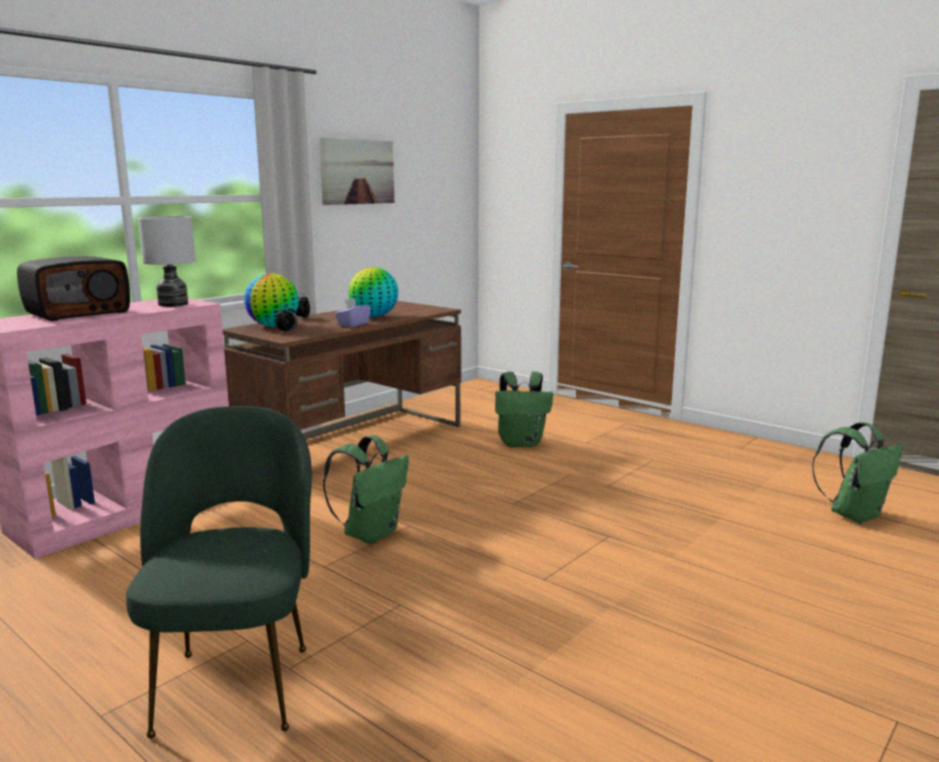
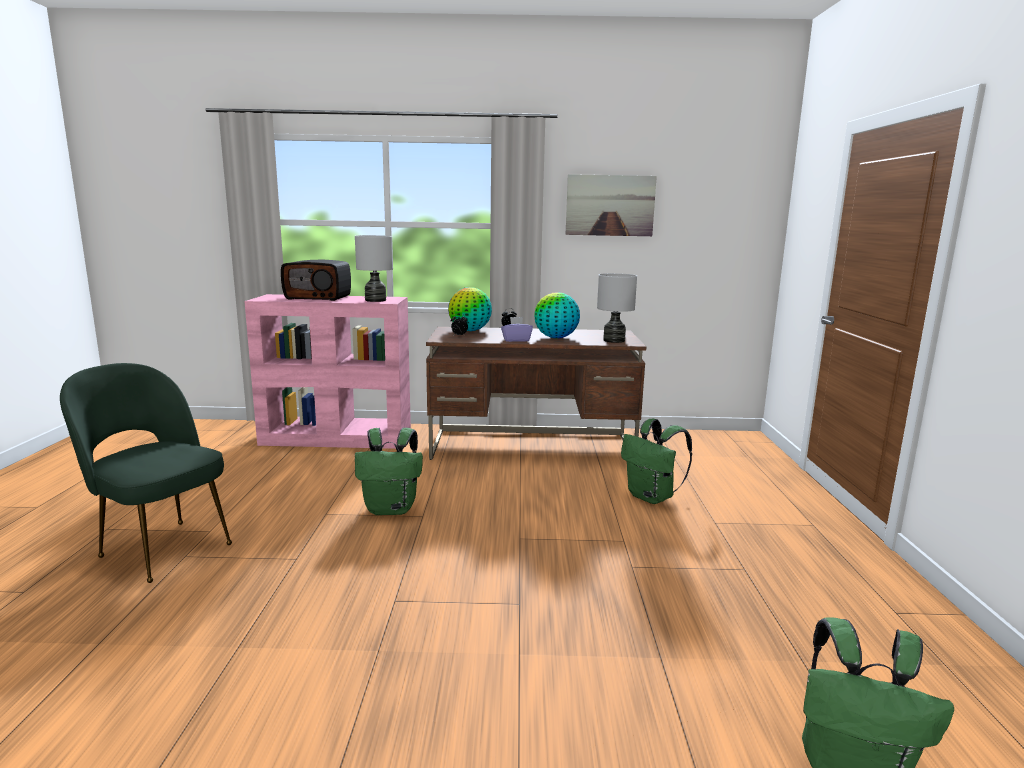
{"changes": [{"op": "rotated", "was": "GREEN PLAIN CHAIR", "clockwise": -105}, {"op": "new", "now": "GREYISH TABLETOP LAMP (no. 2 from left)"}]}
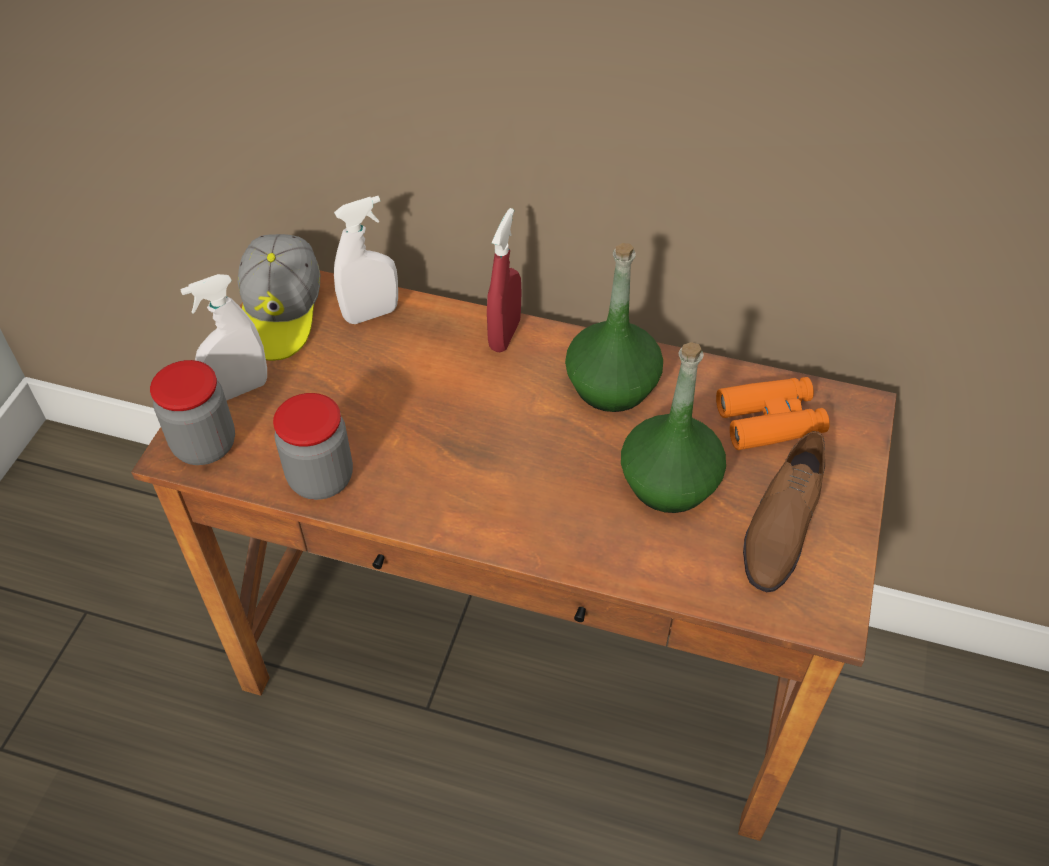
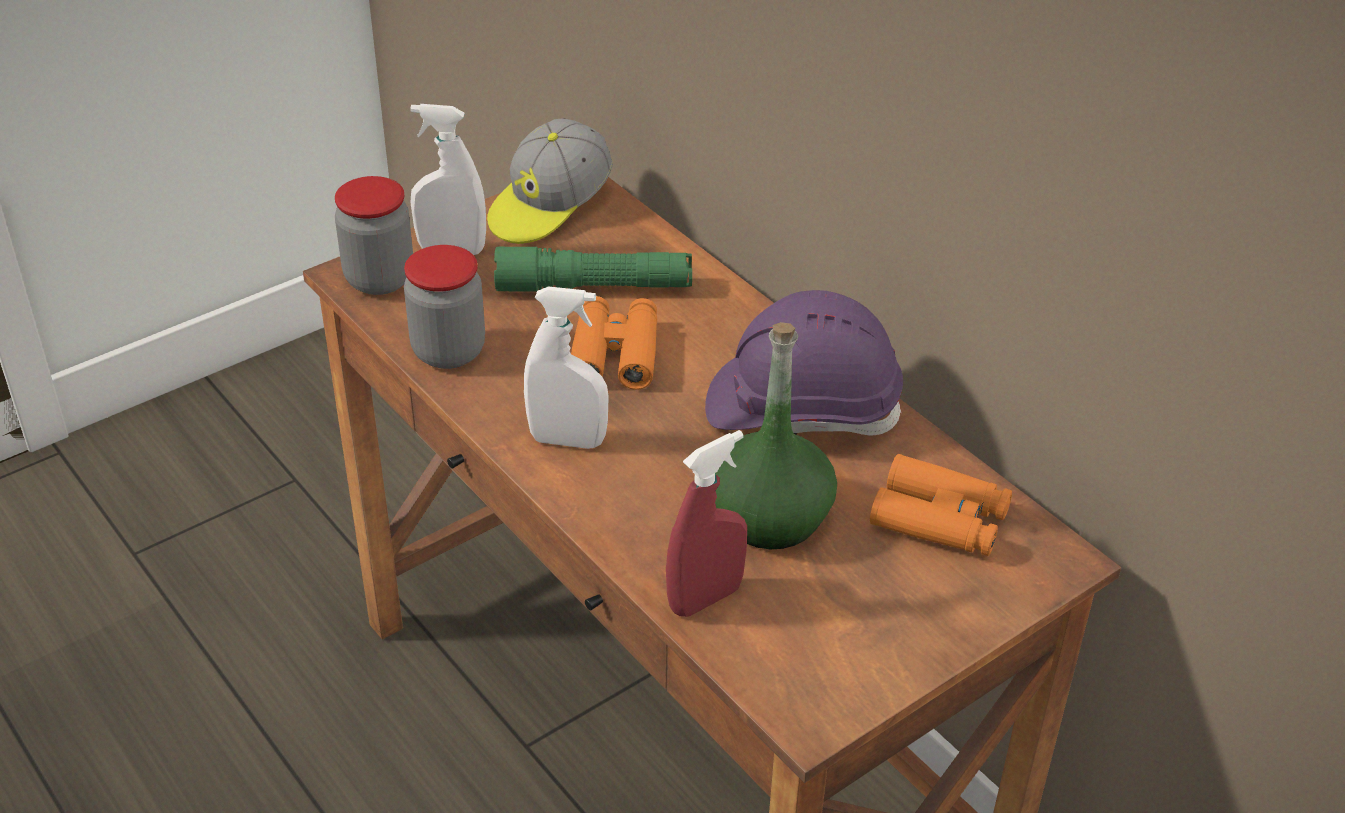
{"changes": [{"op": "new", "now": "GREEN FLASHLIGHT"}, {"op": "shifted", "was": "WHITISH SPRAYER (no. 2 from left)"}, {"op": "new", "now": "ORANGE-COLOURED BINOCULARS (no. 1 from left)"}, {"op": "shifted", "was": "RED SPRAYER"}, {"op": "swapped", "was": "GREEN BEVERAGE BOTTLE (no. 1 from left)", "now": "PURPLE-COLOURED SAFETY HELMET"}, {"op": "gone", "was": "BROWN ITEM OF FOOTWEAR"}]}
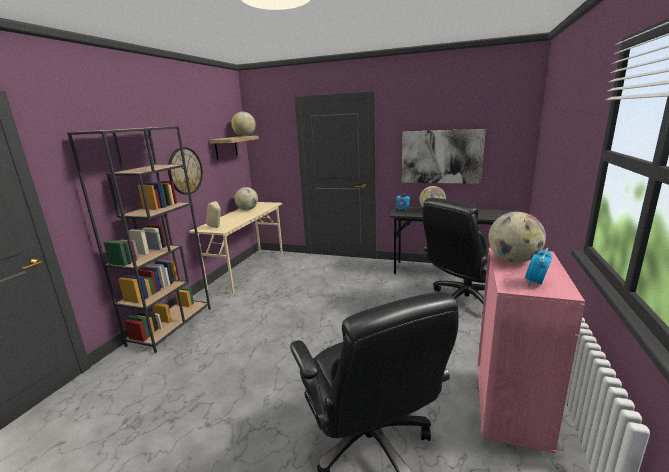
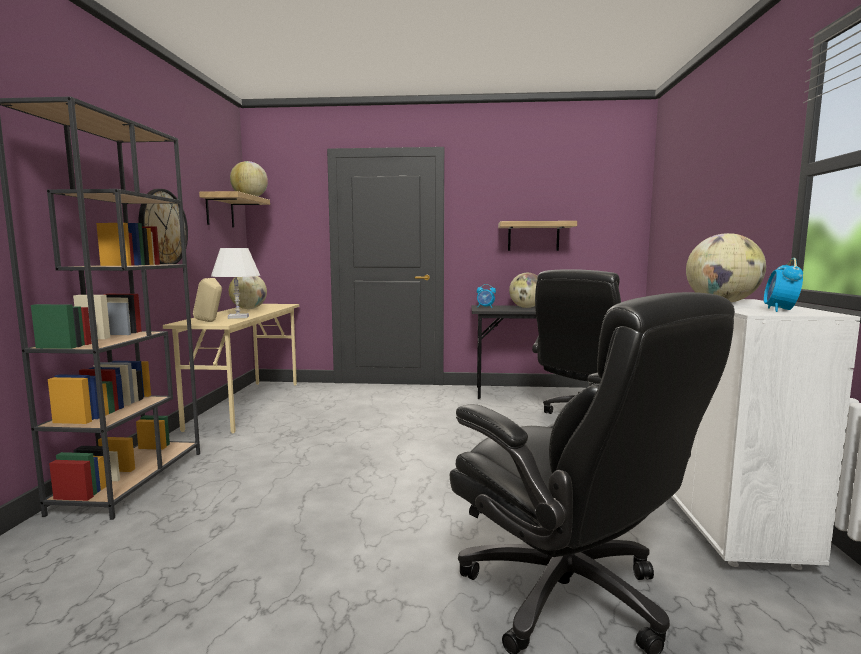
{"changes": [{"op": "new", "now": "WHITISH TABLETOP LAMP"}, {"op": "swapped", "was": "WALL PICTURE", "now": "SHELF (no. 2 from left)"}, {"op": "repainted", "was": "PINKISH STORAGE CABINET", "now": "WHITISH STORAGE CABINET"}]}
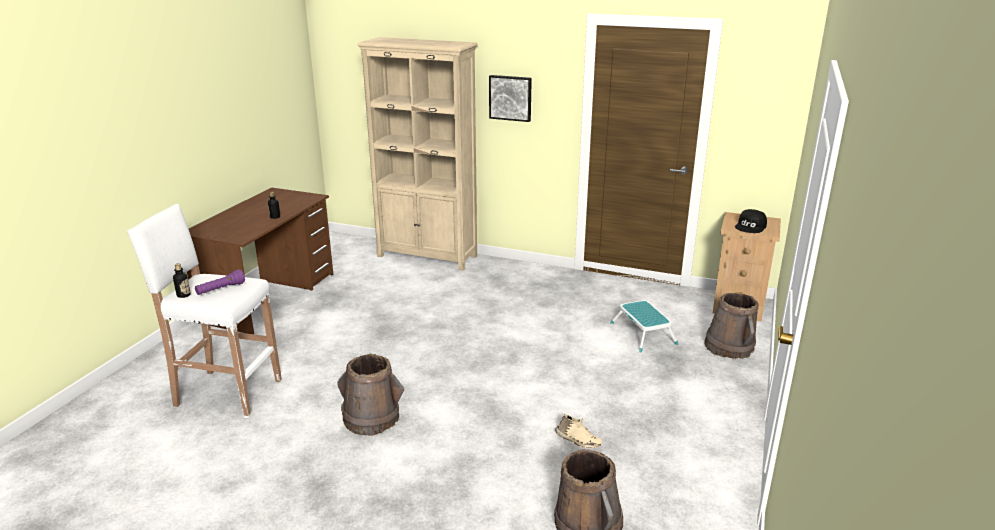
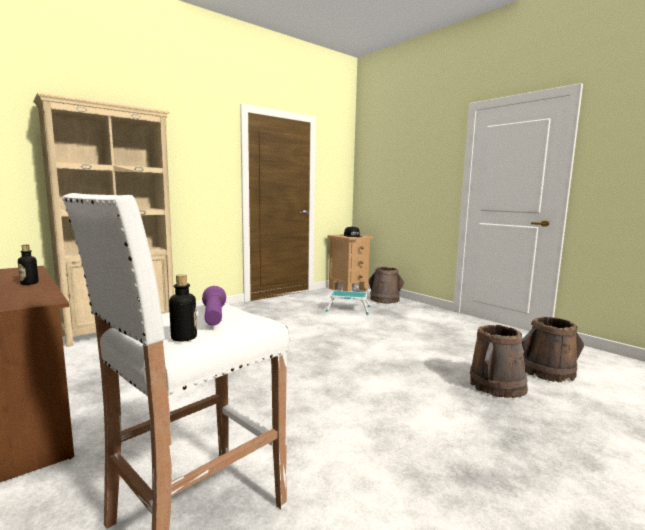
{"changes": [{"op": "shifted", "was": "BROWN PAIL (no. 1 from left in the first image)", "now": "BROWN PAIL (no. 2 from left)"}, {"op": "gone", "was": "WALL PICTURE"}, {"op": "gone", "was": "SAND-COLOURED ITEM OF FOOTWEAR"}]}
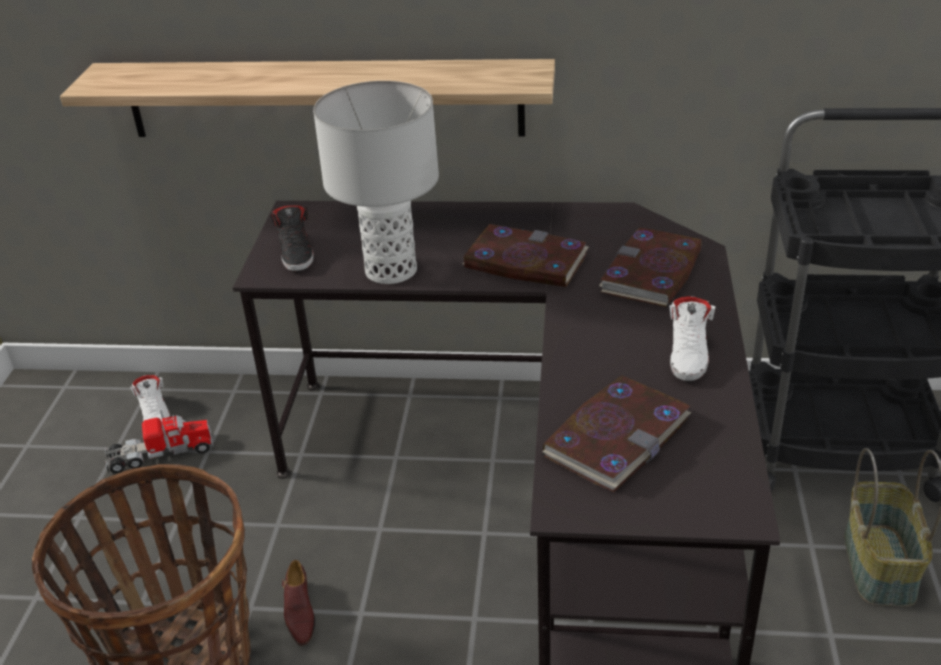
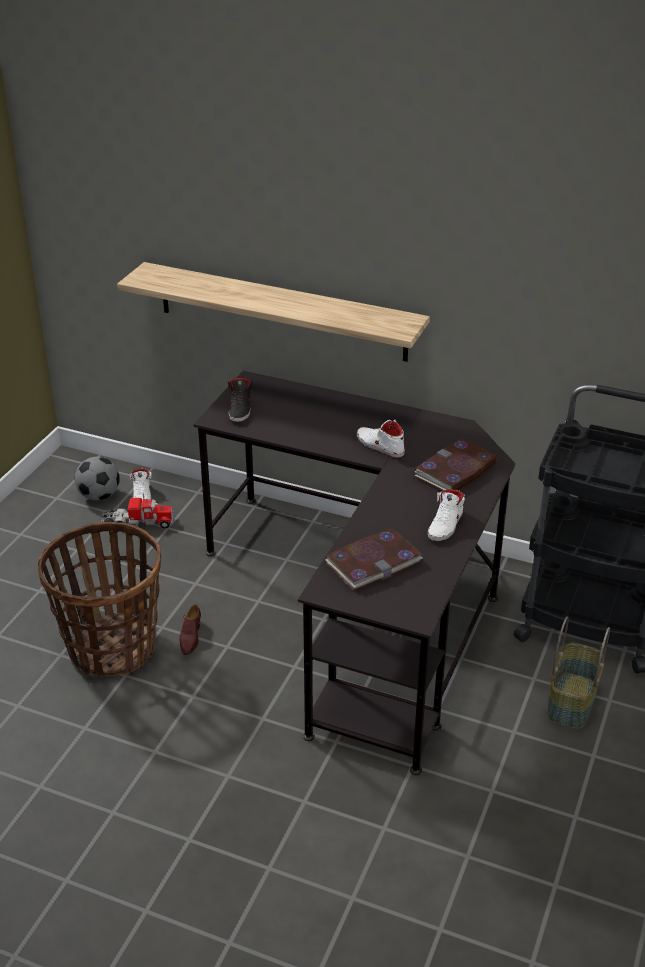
{"changes": [{"op": "new", "now": "BALL FOR FOOTBALL"}, {"op": "swapped", "was": "VOLUME (no. 1 from left)", "now": "WHITISH ITEM OF FOOTWEAR (no. 2 from left)"}, {"op": "gone", "was": "WHITISH TABLETOP LAMP"}]}
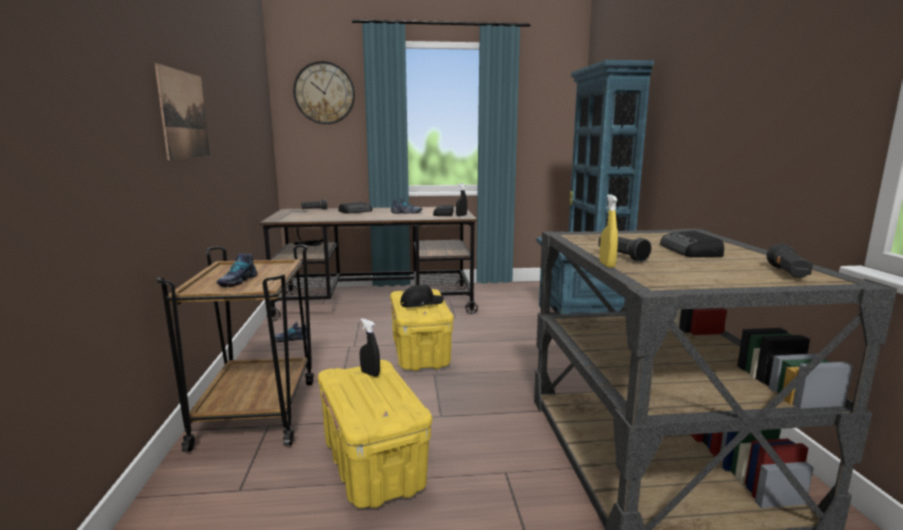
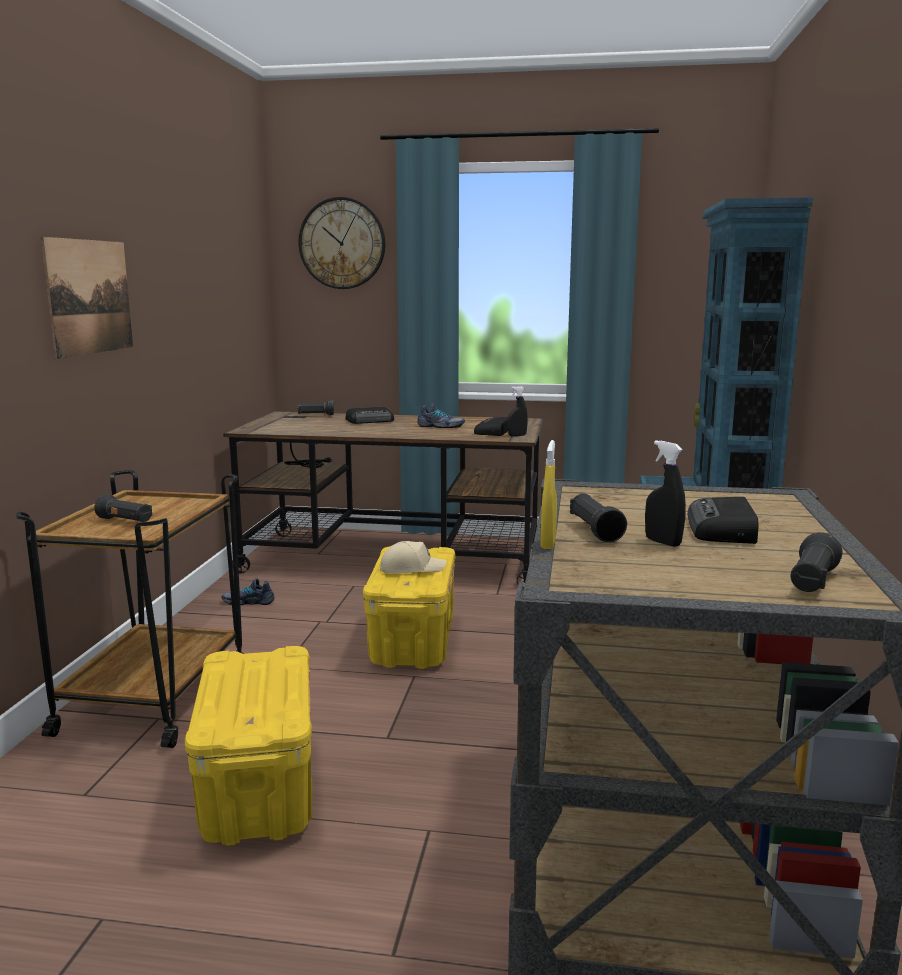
{"changes": [{"op": "swapped", "was": "ITEM OF FOOTWEAR (no. 1 from left)", "now": "BLACK FLASHLIGHT (no. 1 from left)"}, {"op": "repainted", "was": "BLACK PEAKED CAP", "now": "SAND-COLOURED PEAKED CAP"}, {"op": "shifted", "was": "BLACK SPRAYER (no. 1 from left in the first image)", "now": "BLACK SPRAYER (no. 2 from left)"}]}
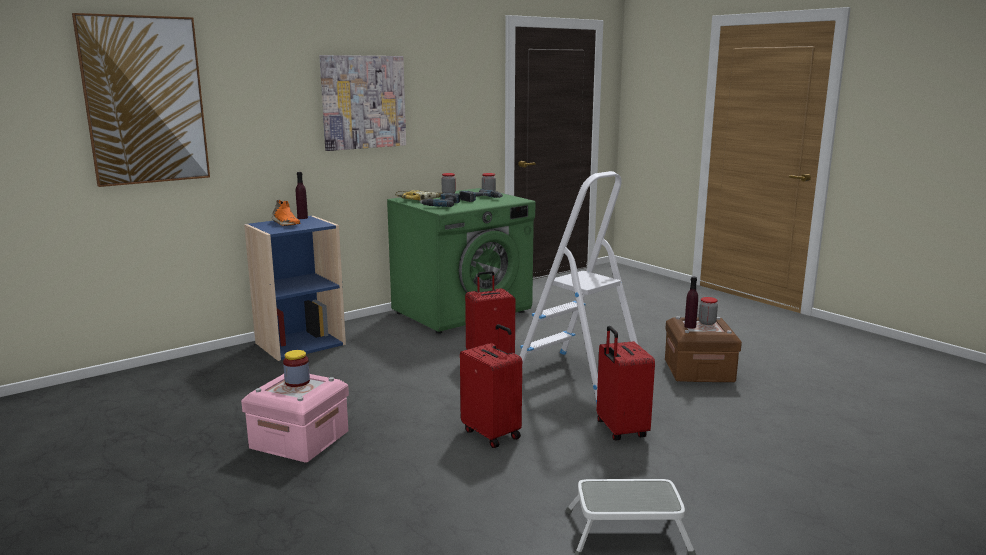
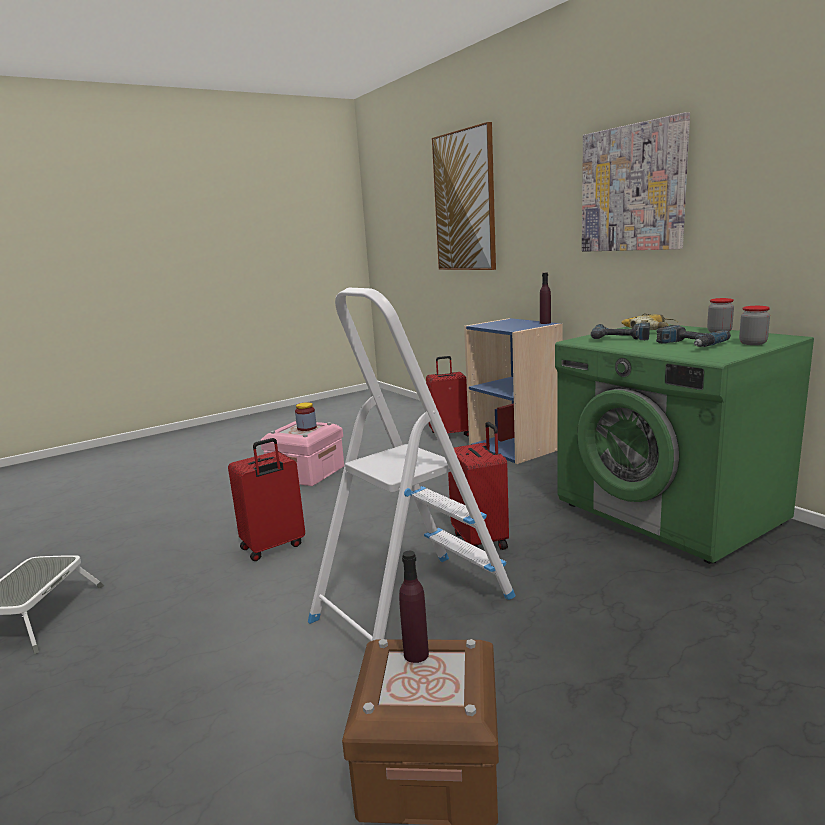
{"changes": [{"op": "shifted", "was": "RED PIECE OF LUGGAGE (no. 3 from left in the first image)", "now": "RED PIECE OF LUGGAGE (no. 2 from left)"}, {"op": "gone", "was": "ORANGE-COLOURED ITEM OF FOOTWEAR"}, {"op": "gone", "was": "STORAGE JAR (no. 4 from left)"}]}
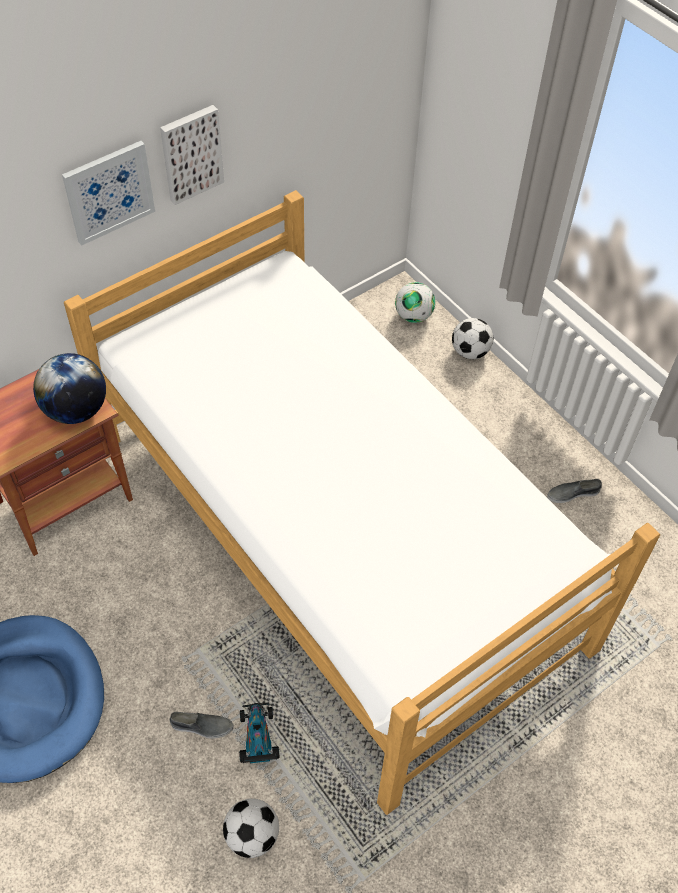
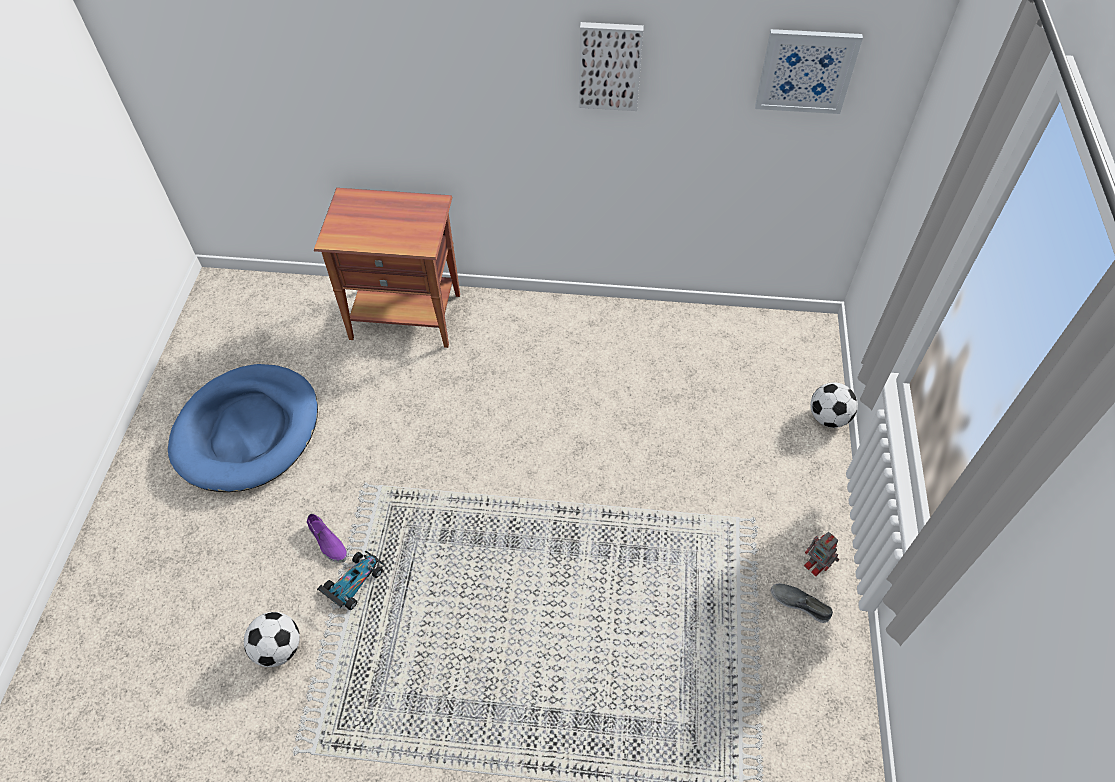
{"changes": [{"op": "repainted", "was": "GREYISH ITEM OF FOOTWEAR (no. 1 from left)", "now": "PURPLE-COLOURED ITEM OF FOOTWEAR"}, {"op": "shifted", "was": "WALL PICTURE (no. 1 from left in the first image)", "now": "WALL PICTURE (no. 2 from left)"}, {"op": "new", "now": "TOY ROBOT"}, {"op": "gone", "was": "WORLD GLOBE"}, {"op": "gone", "was": "SLEEPING BED"}, {"op": "gone", "was": "BALL FOR FOOTBALL (no. 2 from left)"}]}
